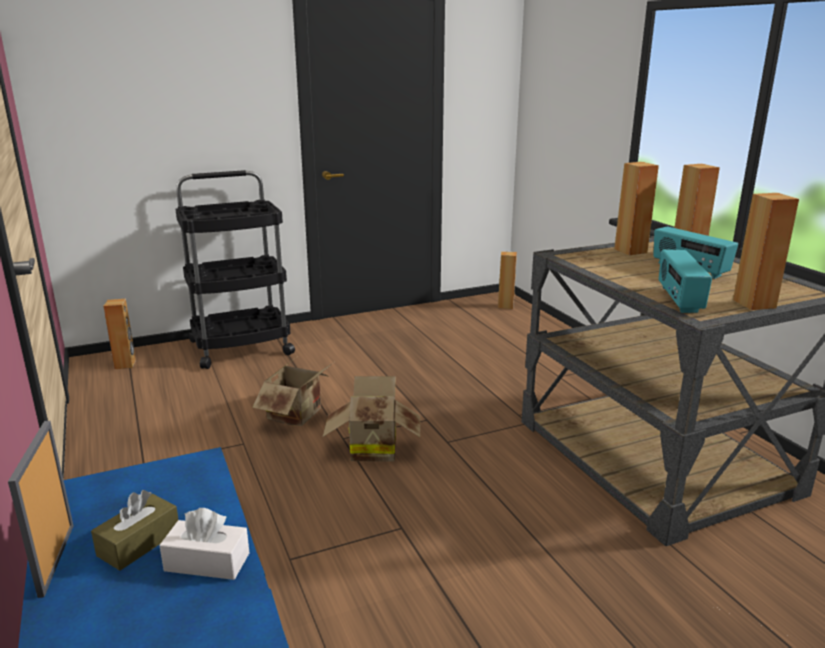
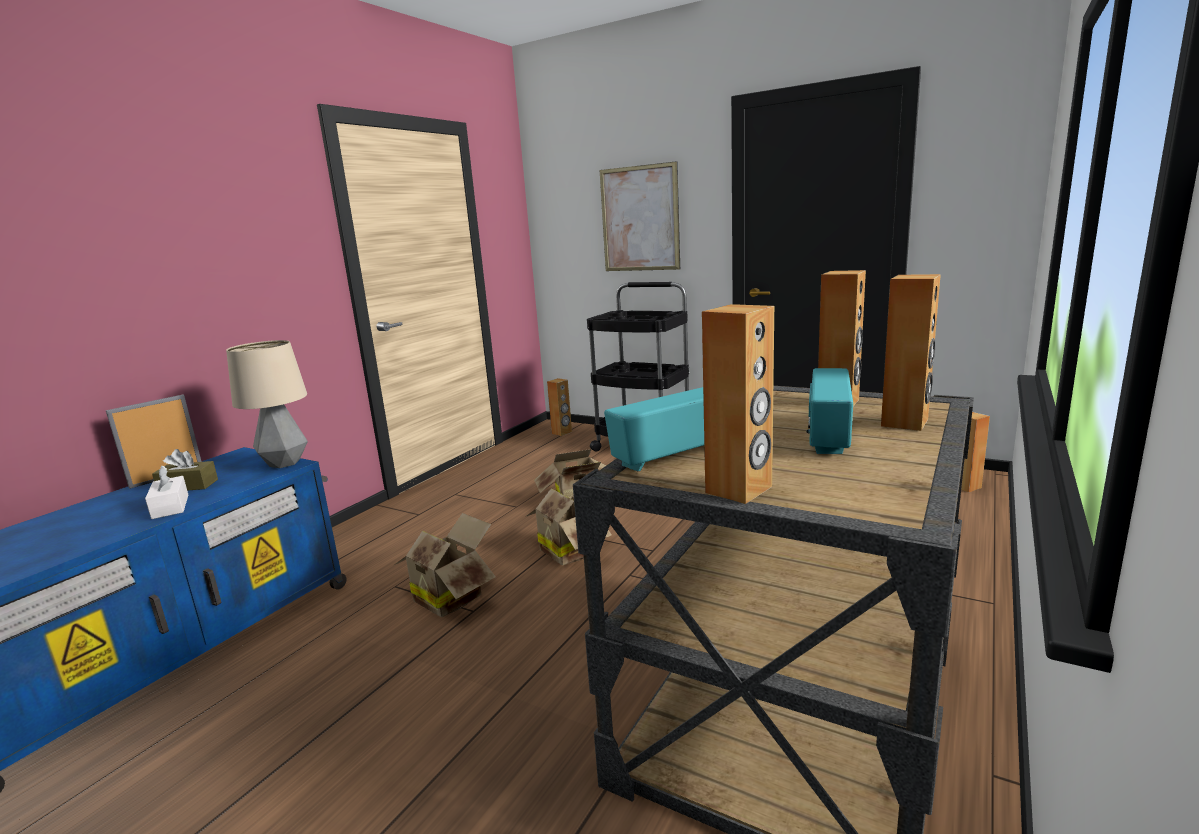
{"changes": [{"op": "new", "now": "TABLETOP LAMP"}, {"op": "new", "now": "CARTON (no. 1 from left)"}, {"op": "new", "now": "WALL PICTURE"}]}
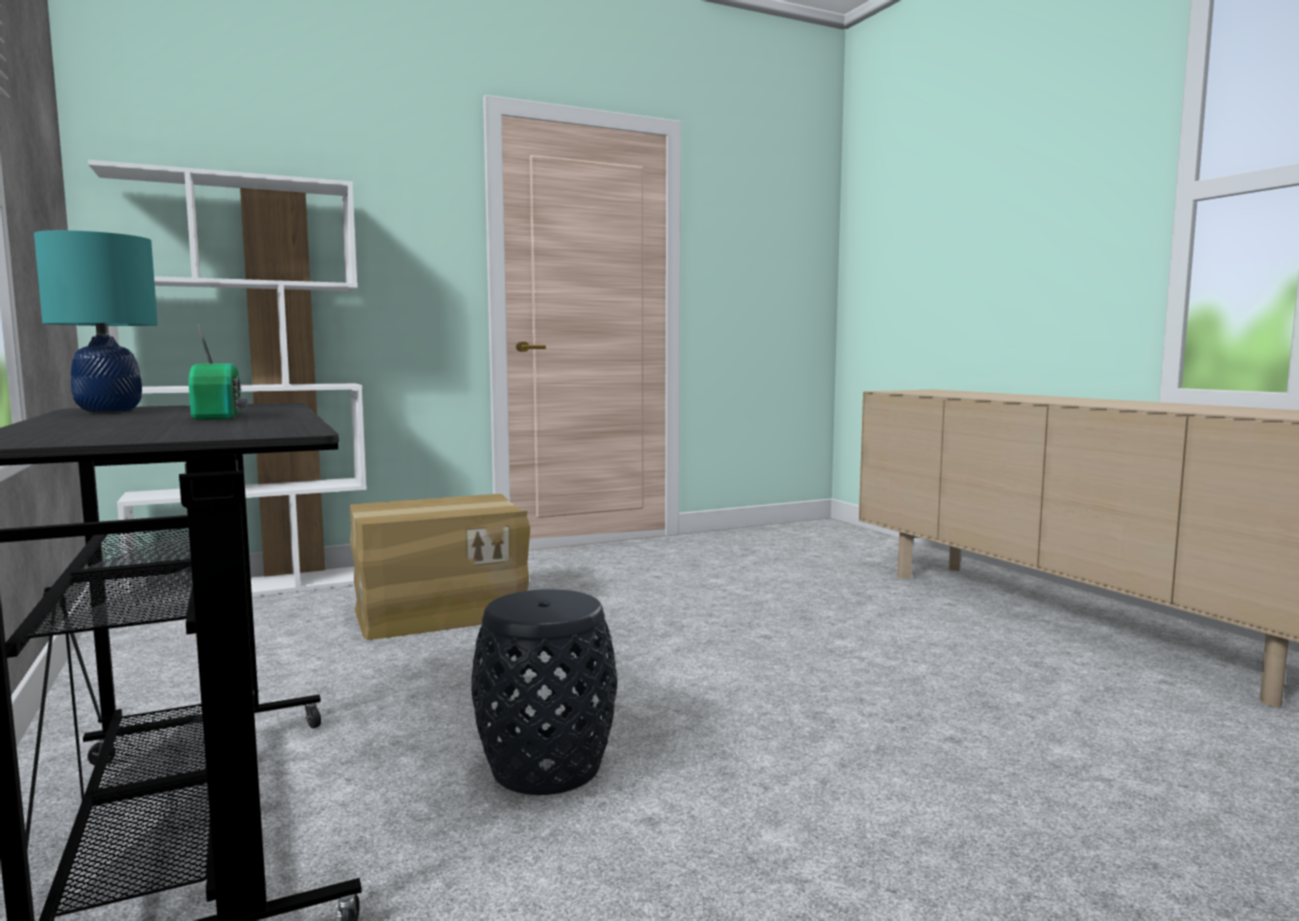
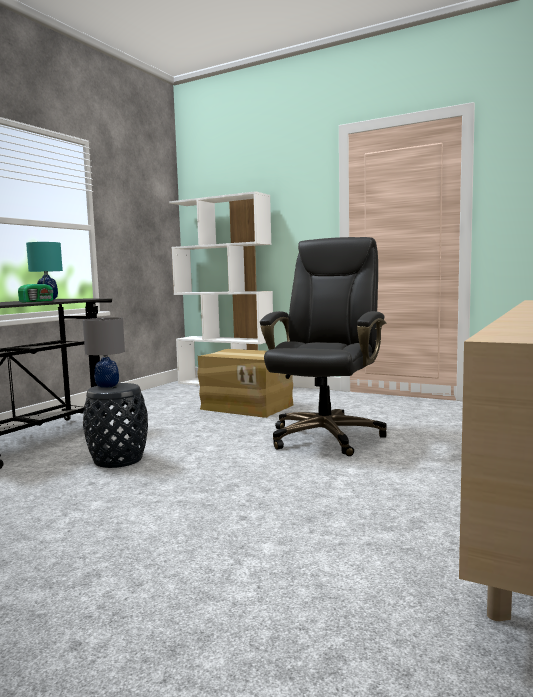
{"changes": [{"op": "new", "now": "GREYISH TABLETOP LAMP"}, {"op": "new", "now": "BLACK COMPUTER CHAIR"}]}
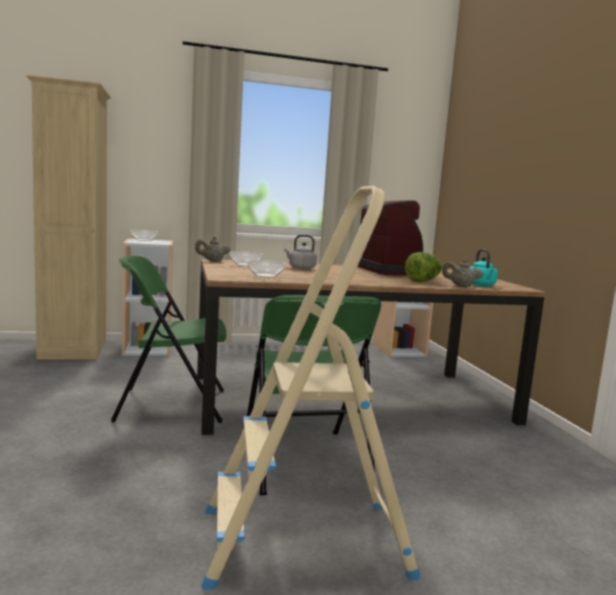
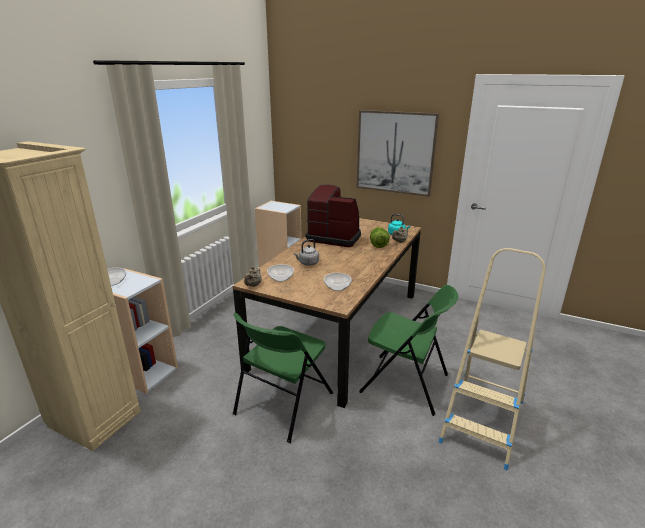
{"changes": [{"op": "new", "now": "WALL PICTURE"}]}
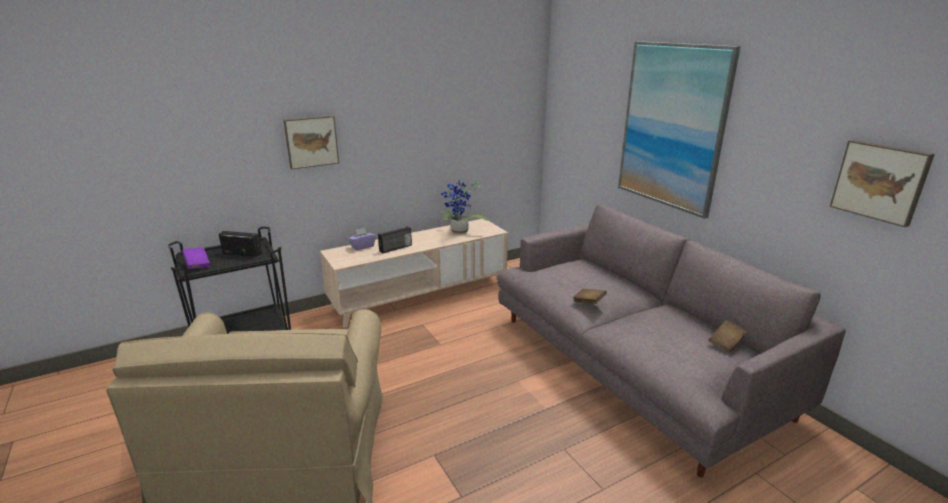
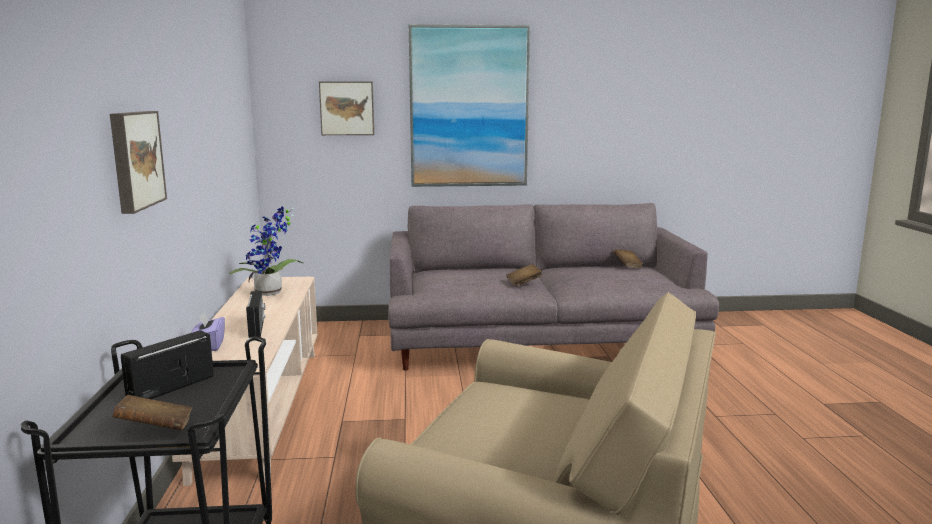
{"changes": [{"op": "repainted", "was": "PURPLE-COLOURED VOLUME", "now": "BROWN VOLUME (no. 1 from left)"}, {"op": "shifted", "was": "WALL PICTURE (no. 3 from left in the first image)", "now": "WALL PICTURE (no. 2 from left)"}]}
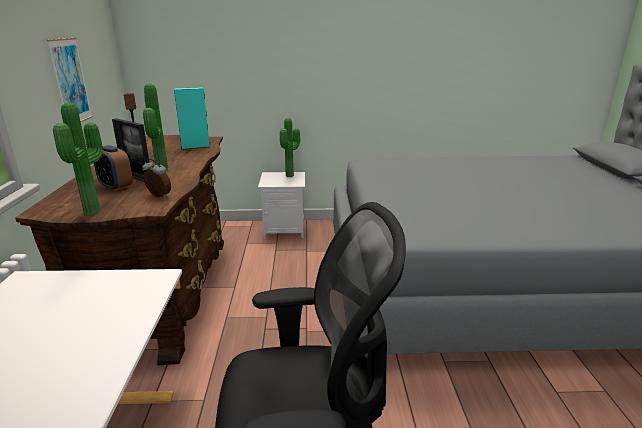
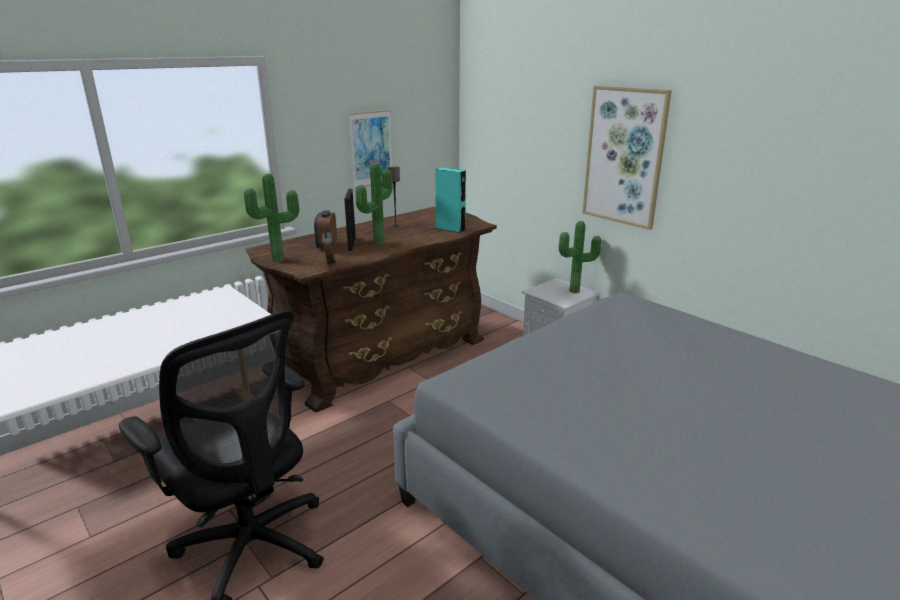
{"changes": [{"op": "new", "now": "WALL PICTURE (no. 2 from left)"}]}
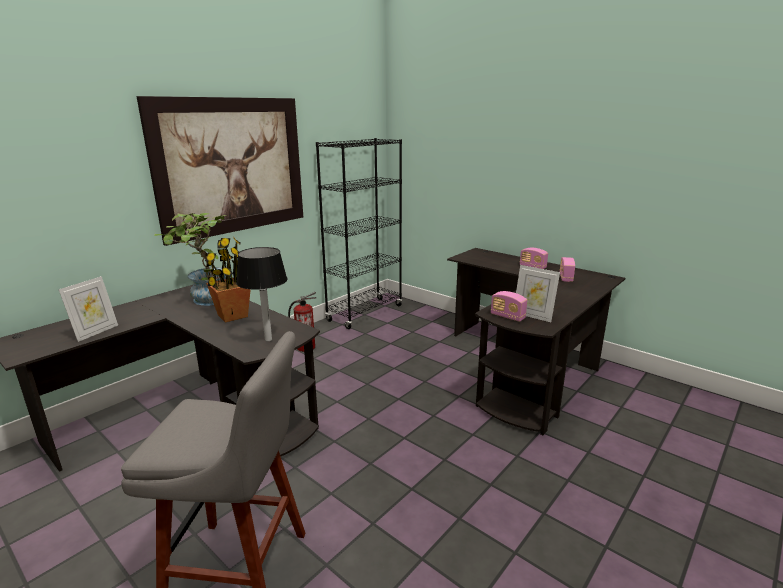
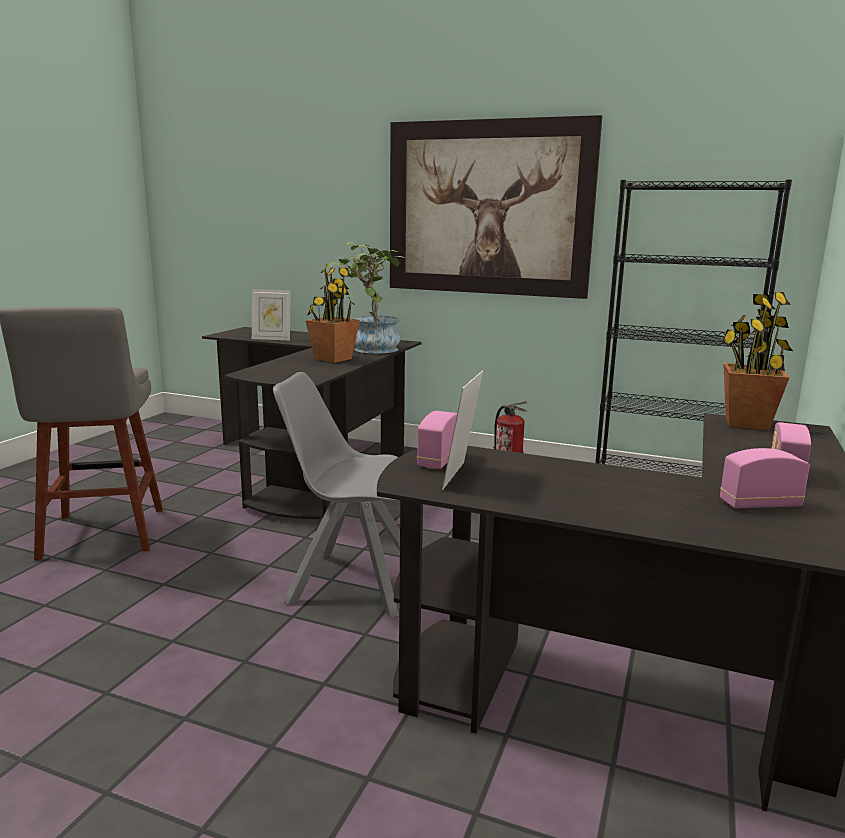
{"changes": [{"op": "new", "now": "GREYISH PLAIN CHAIR"}, {"op": "new", "now": "HOUSEPLANT (no. 3 from left)"}, {"op": "gone", "was": "TABLETOP LAMP"}]}
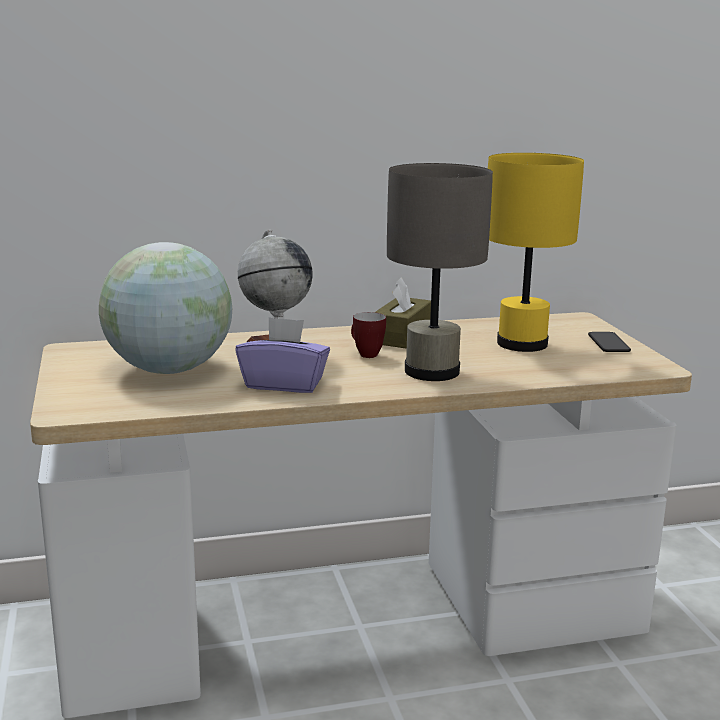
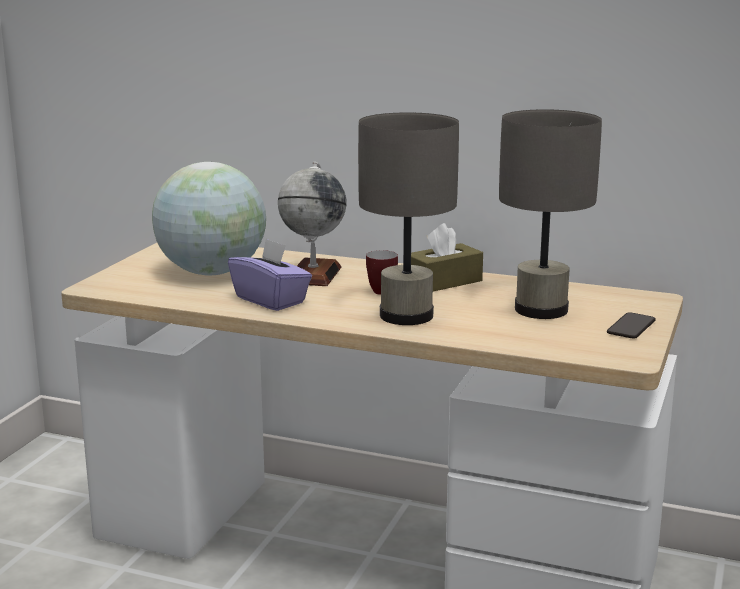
{"changes": [{"op": "repainted", "was": "YELLOW-COLOURED TABLETOP LAMP", "now": "GREYISH TABLETOP LAMP (no. 2 from left)"}]}
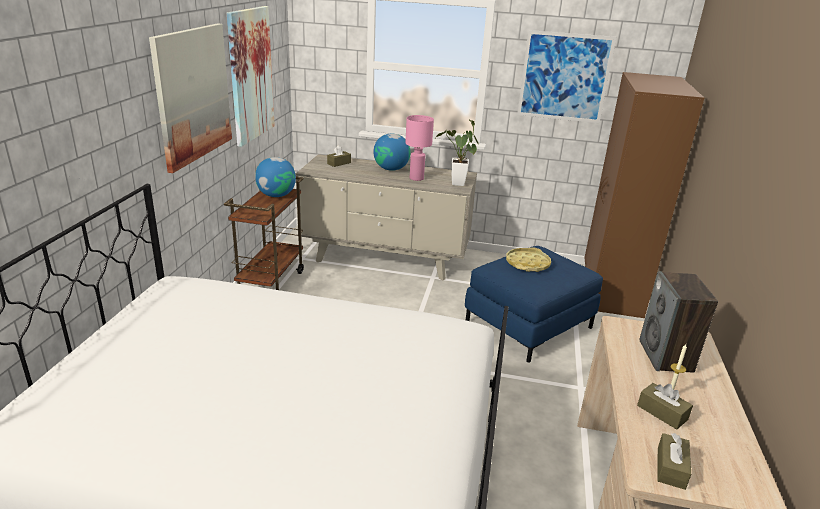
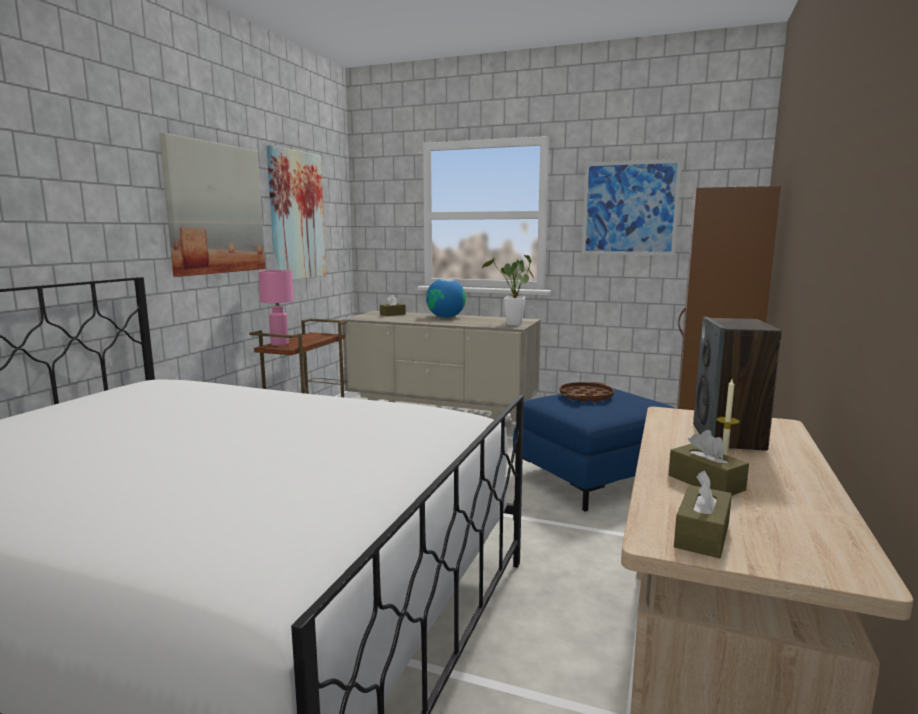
{"changes": [{"op": "shifted", "was": "PINKISH TABLETOP LAMP"}, {"op": "repainted", "was": "YELLOW-COLOURED TRAY", "now": "BROWN TRAY"}, {"op": "gone", "was": "WORLD GLOBE (no. 1 from left)"}]}
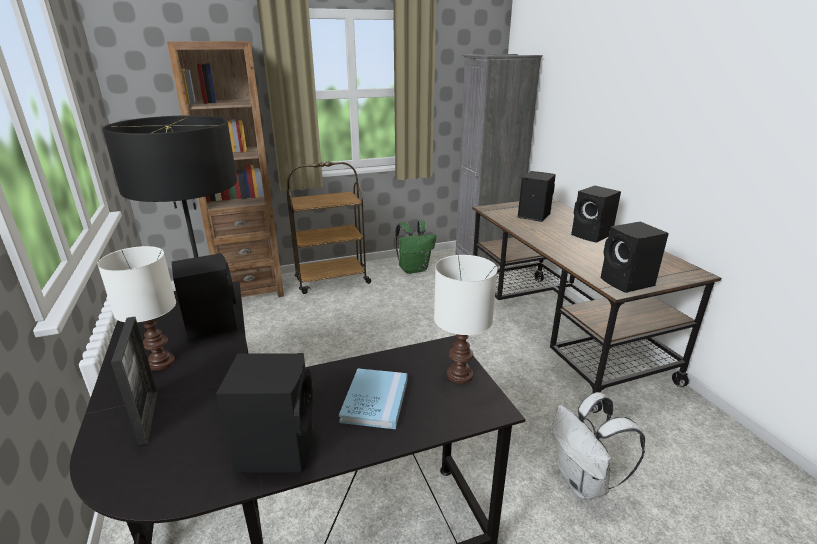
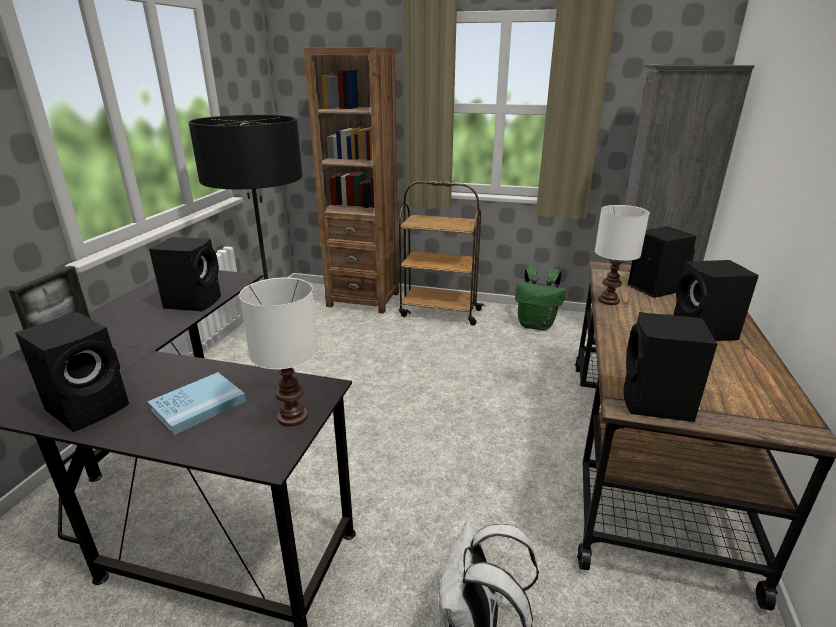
{"changes": [{"op": "shifted", "was": "WHITISH TABLETOP LAMP (no. 1 from left in the first image)", "now": "WHITISH TABLETOP LAMP (no. 2 from left)"}]}
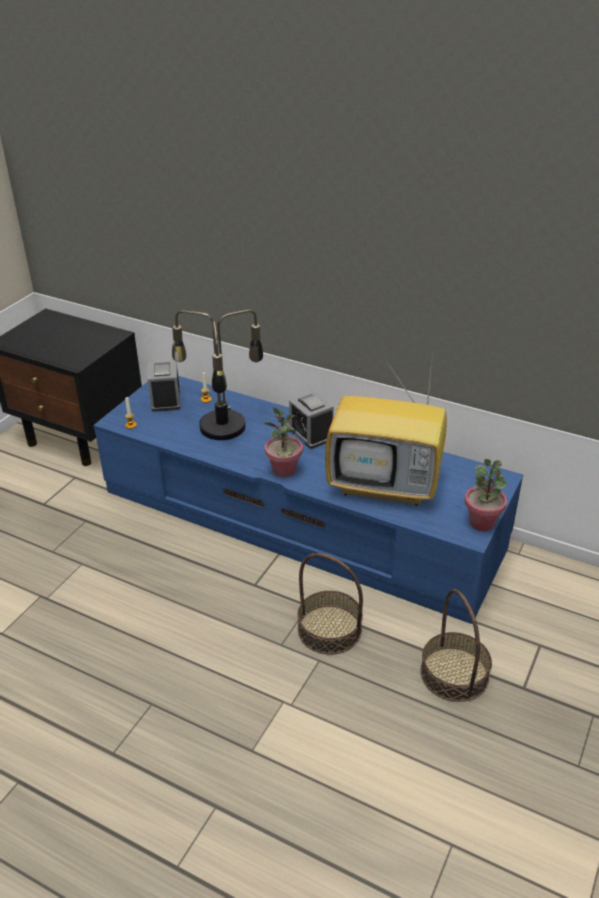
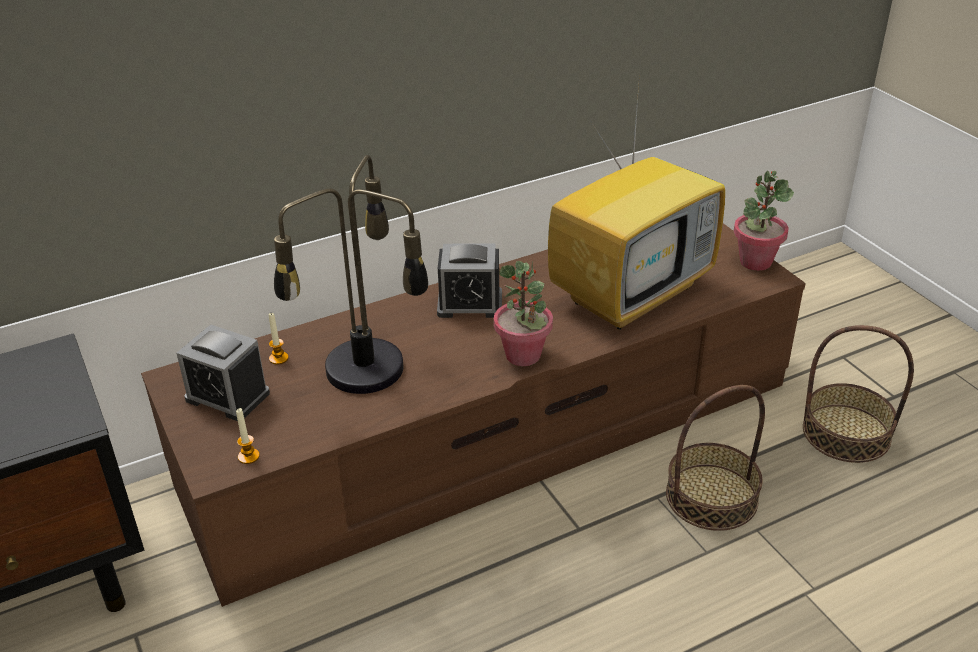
{"changes": [{"op": "repainted", "was": "BLUE-COLOURED TV UNIT", "now": "BROWN TV UNIT"}]}
